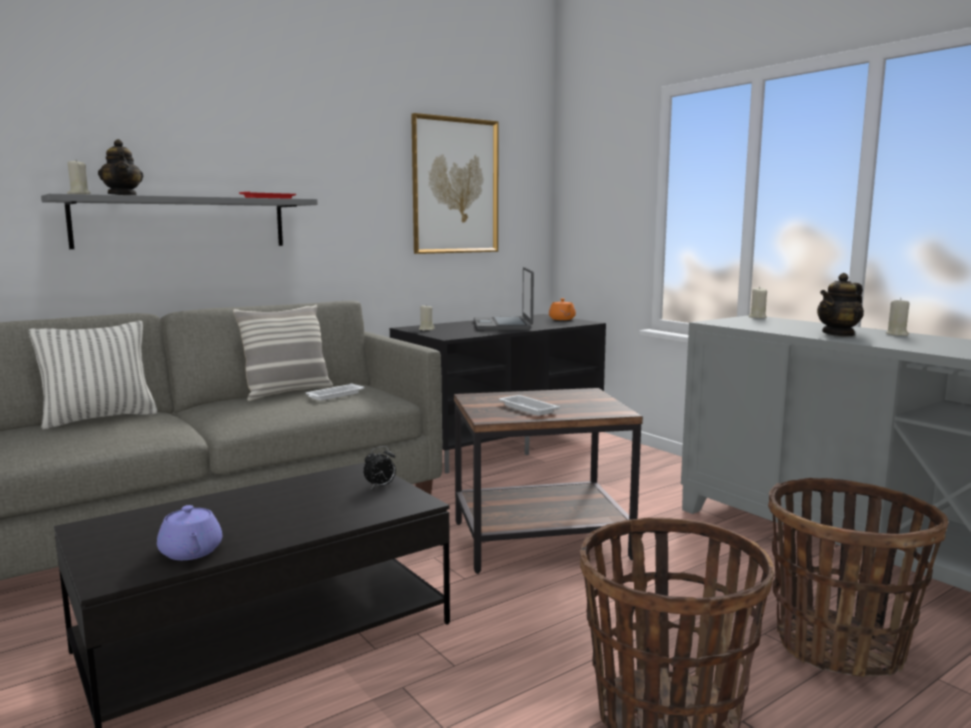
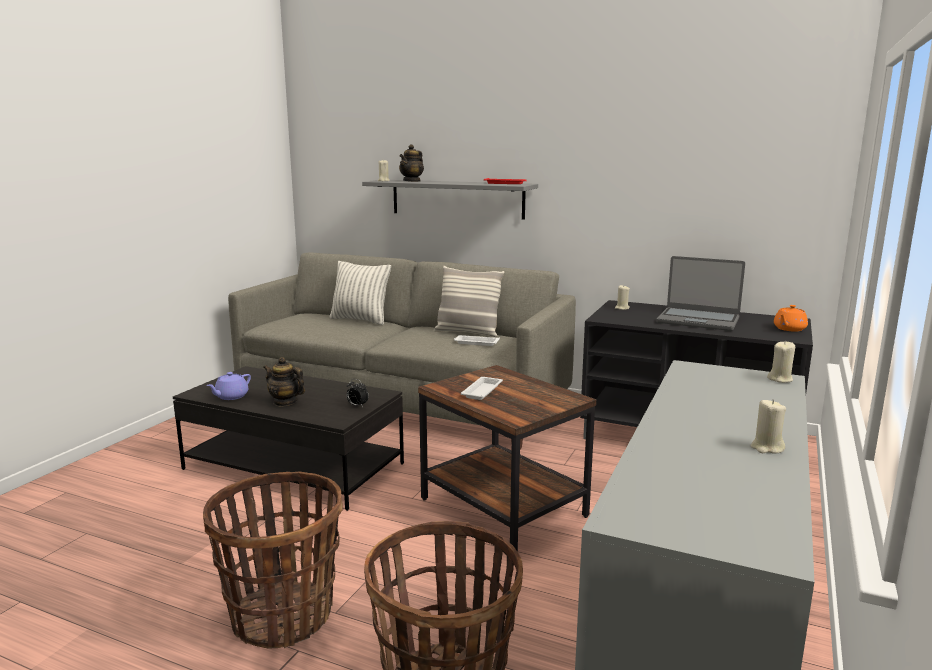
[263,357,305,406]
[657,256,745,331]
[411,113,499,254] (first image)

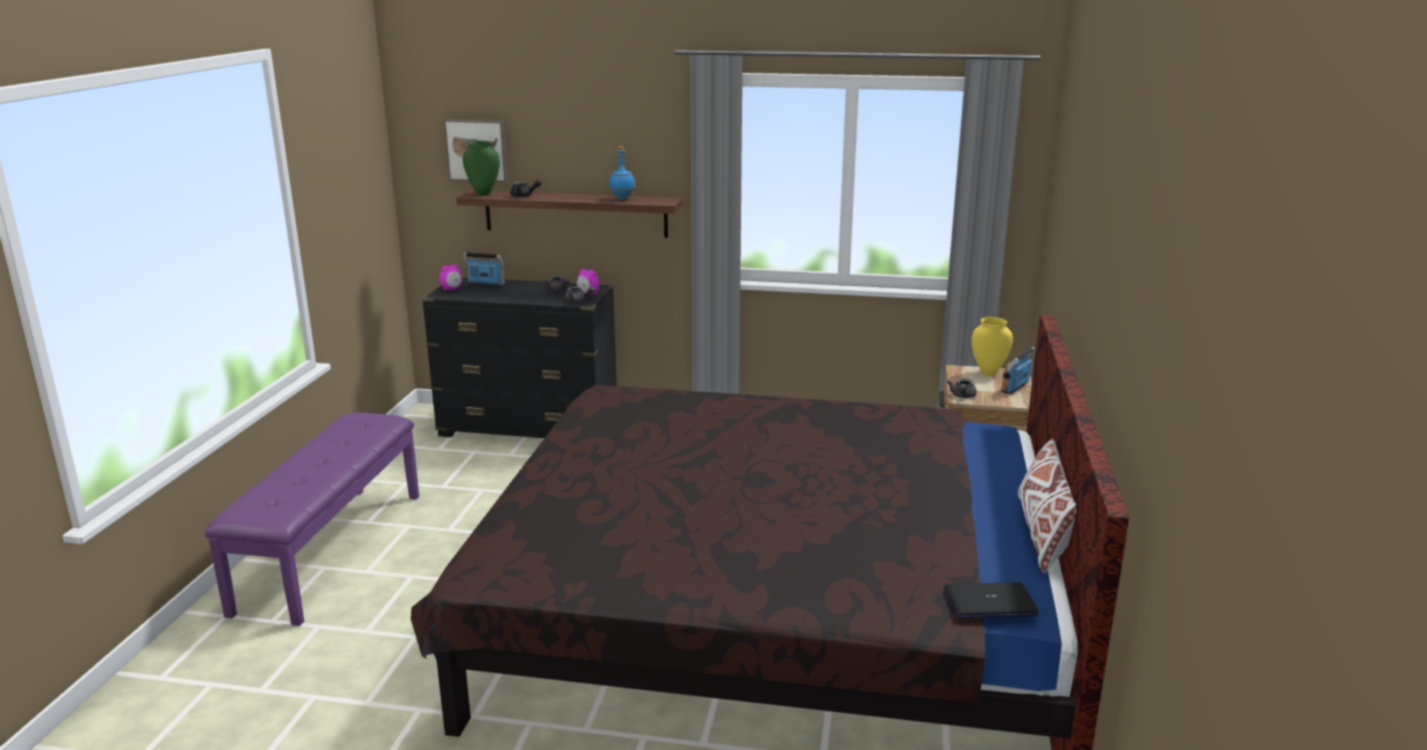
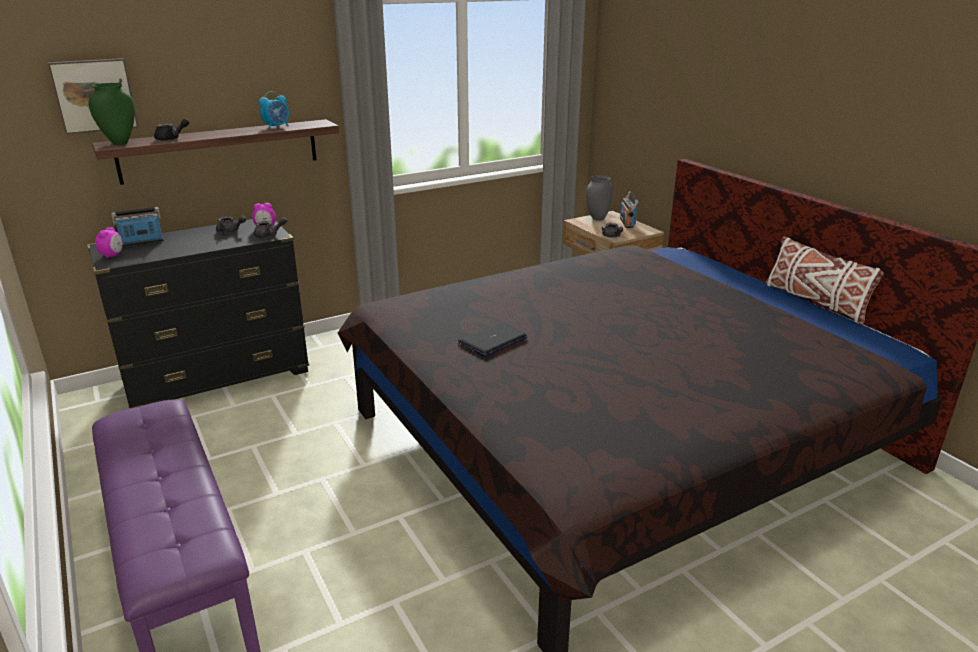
[259,91,289,129]
[458,323,527,357]
[586,175,613,221]

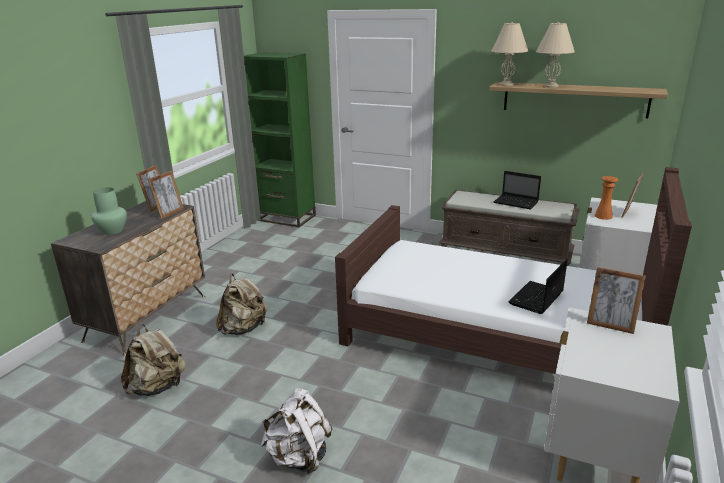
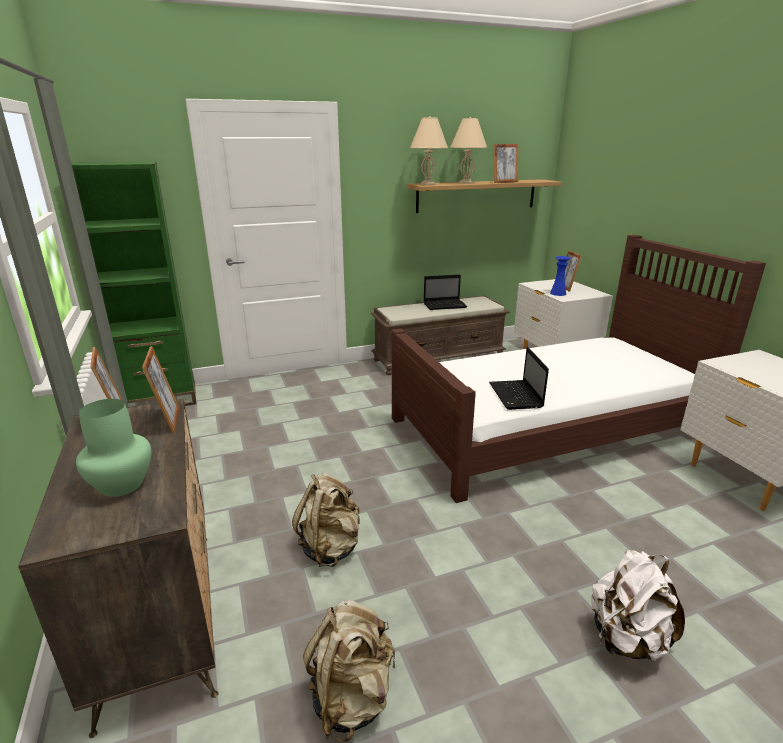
[489,347,549,410]
[494,144,518,183]
[550,256,570,296]

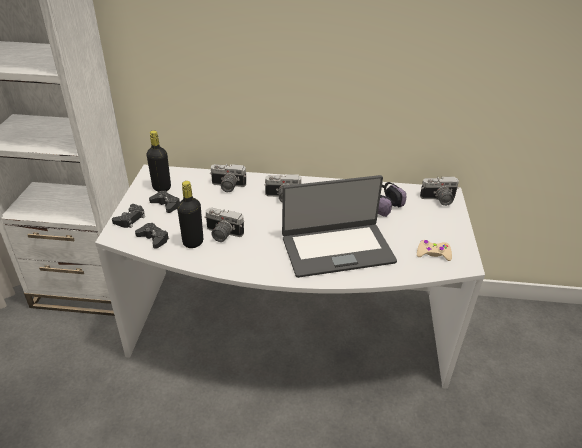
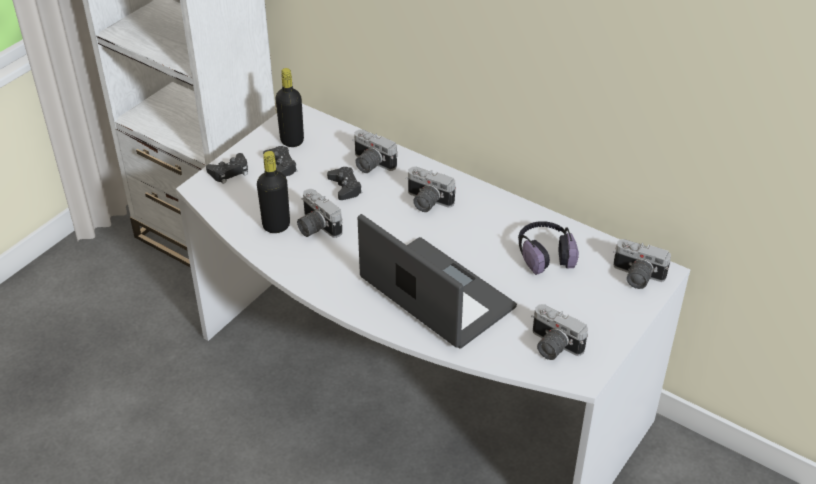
[327,167,362,200]
[358,214,517,349]
[531,304,588,360]

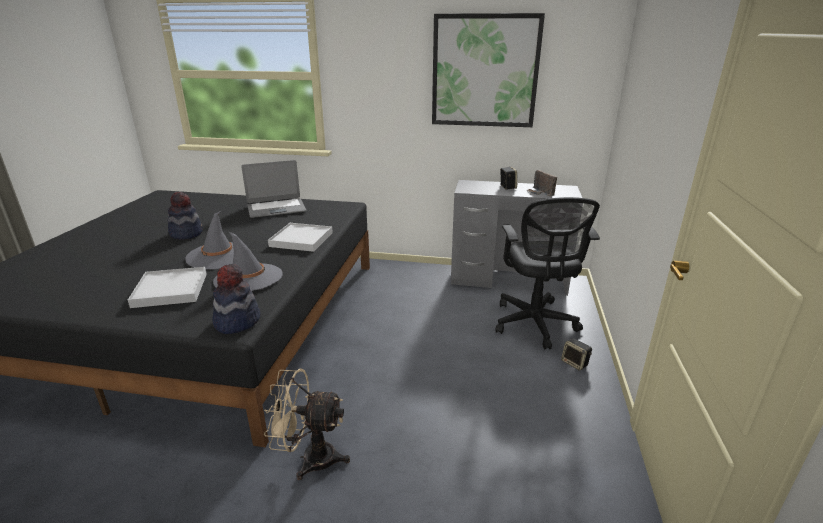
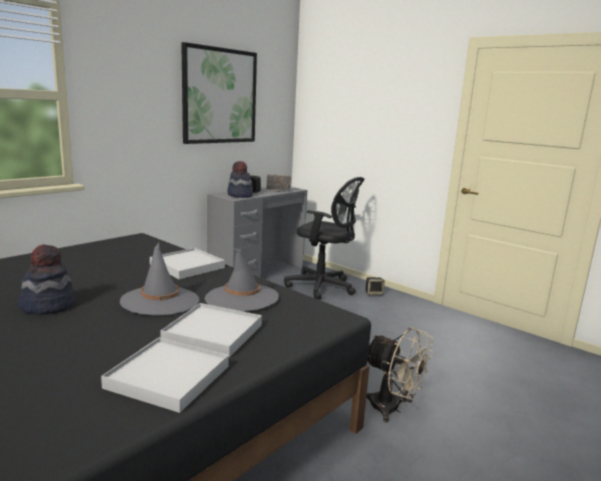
[101,337,229,413]
[227,161,253,198]
[366,327,433,423]
[241,160,306,218] (first image)

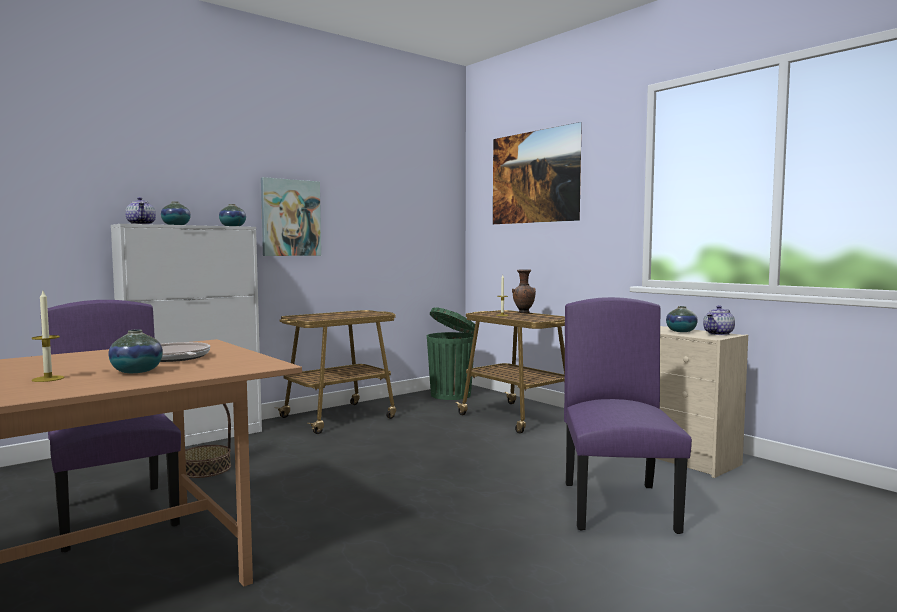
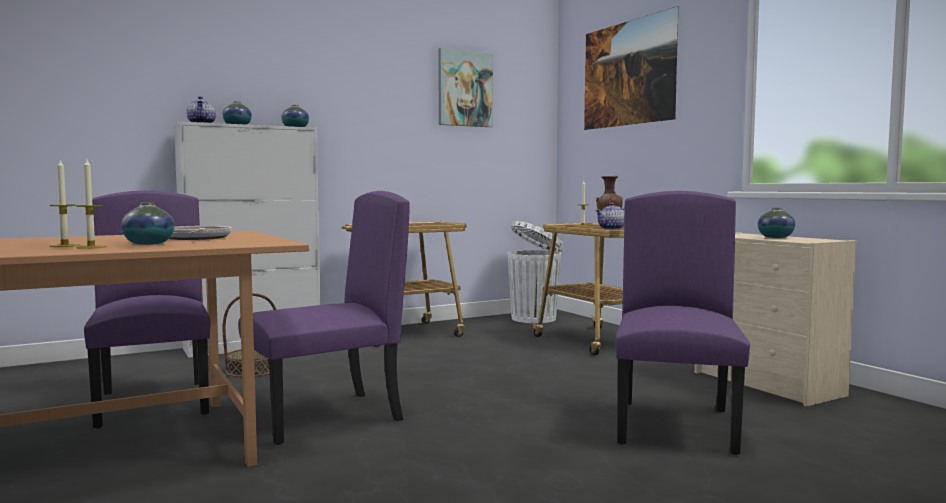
[76,159,107,249]
[238,191,410,445]
[438,48,493,127]
[507,221,564,323]
[595,203,625,230]

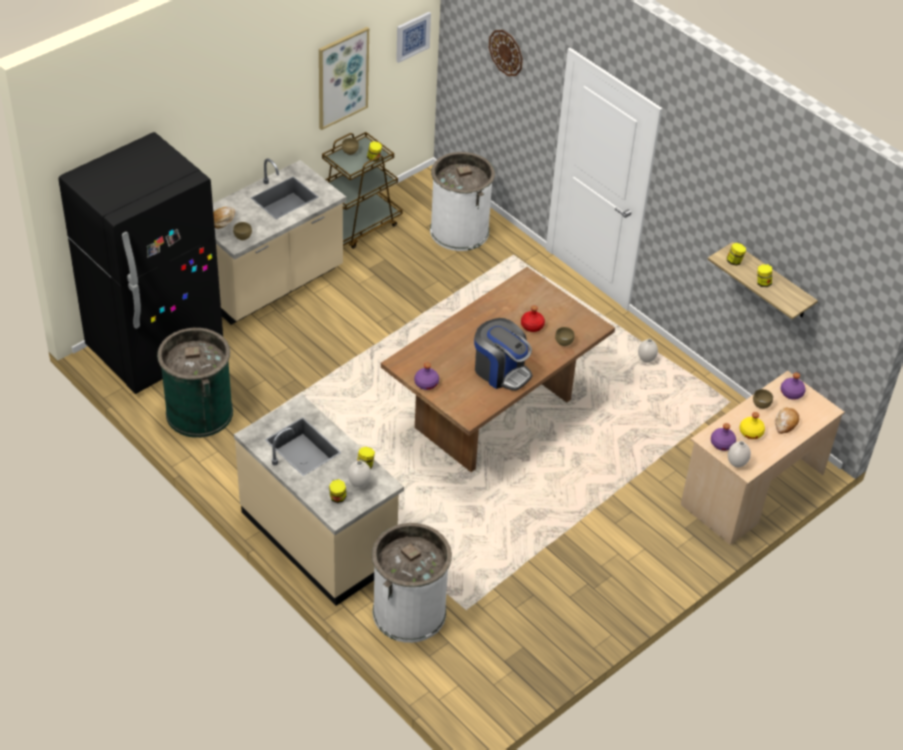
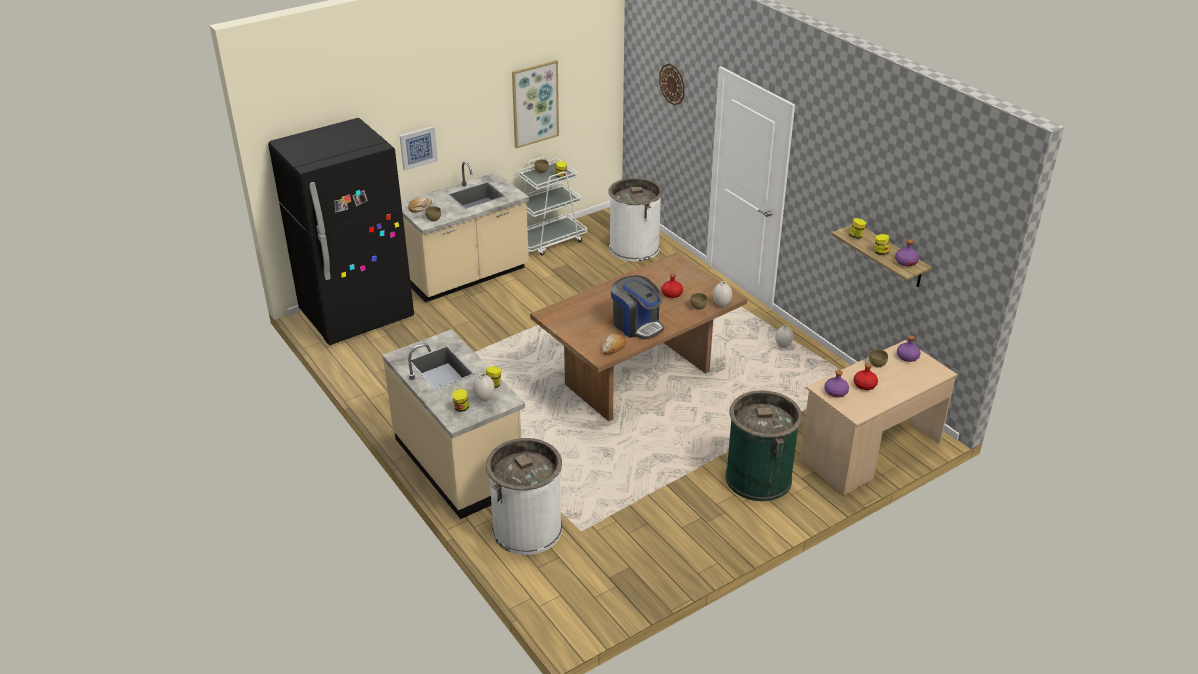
[399,126,438,170]
[517,157,587,256]
[602,333,626,355]
[713,281,732,307]
[725,390,802,501]
[854,363,878,390]
[895,239,919,266]

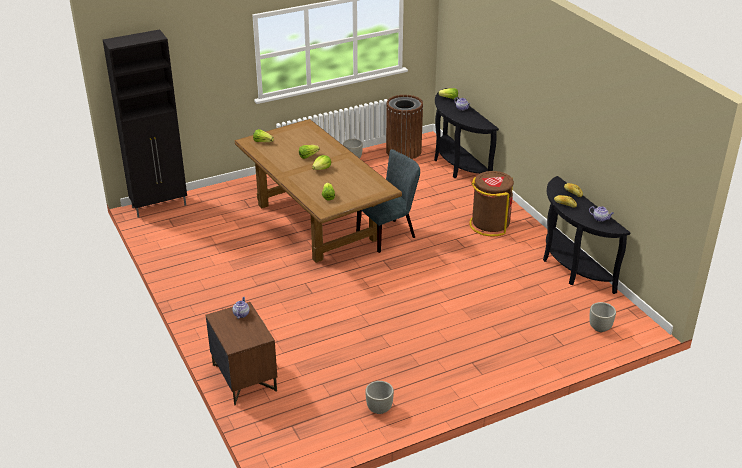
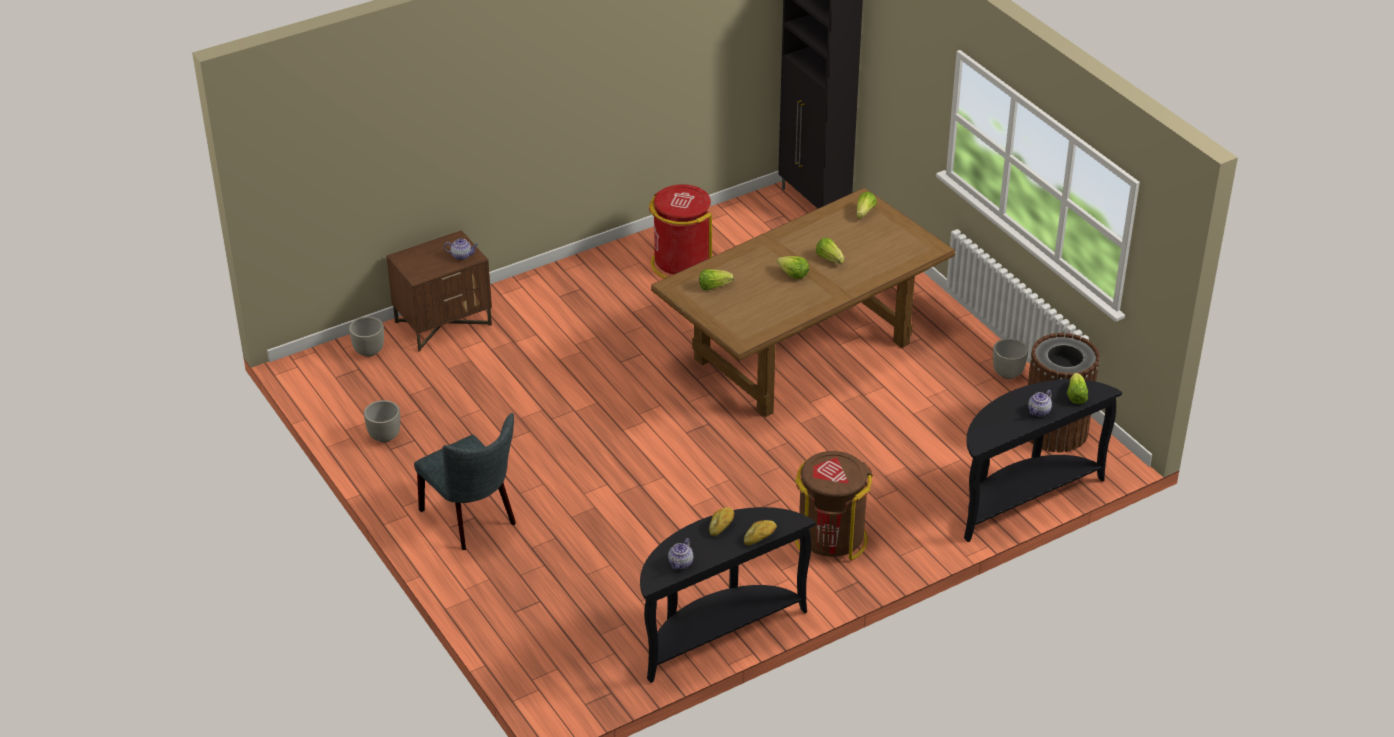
[349,317,384,357]
[414,413,516,550]
[649,184,712,279]

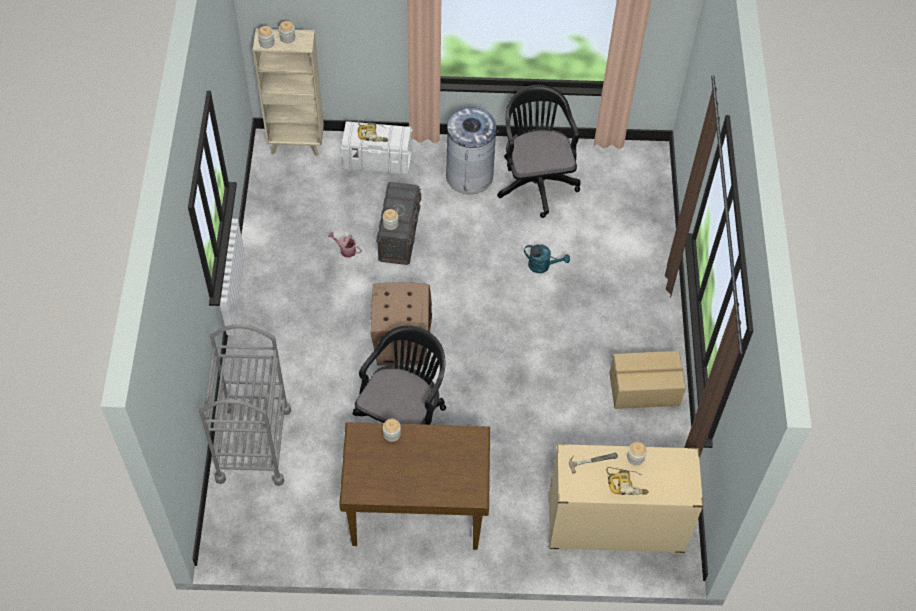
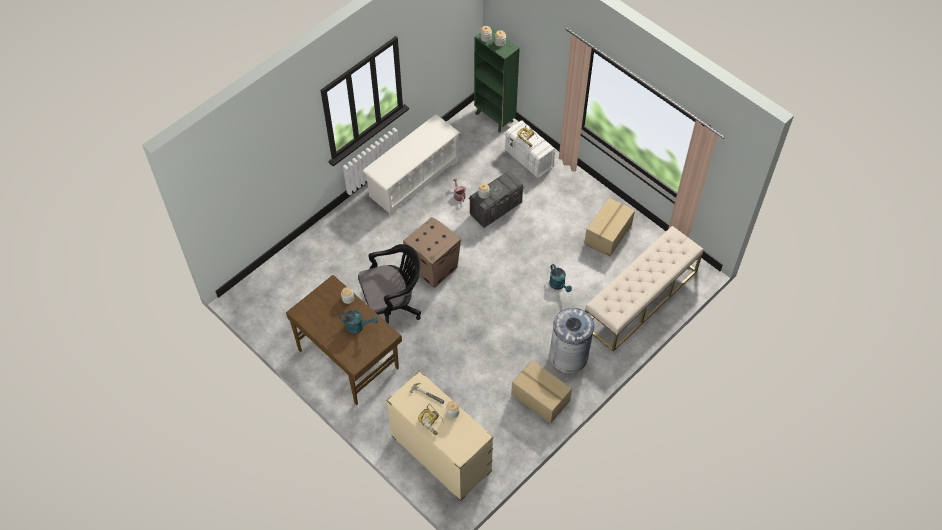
[339,310,378,334]
[363,114,460,216]
[474,27,520,132]
[549,308,594,373]
[584,198,635,256]
[585,226,704,352]
[199,324,291,486] (first image)

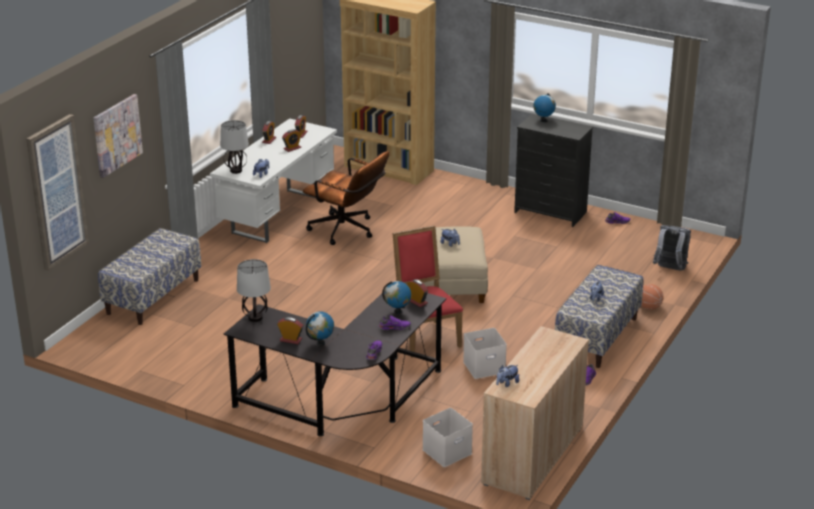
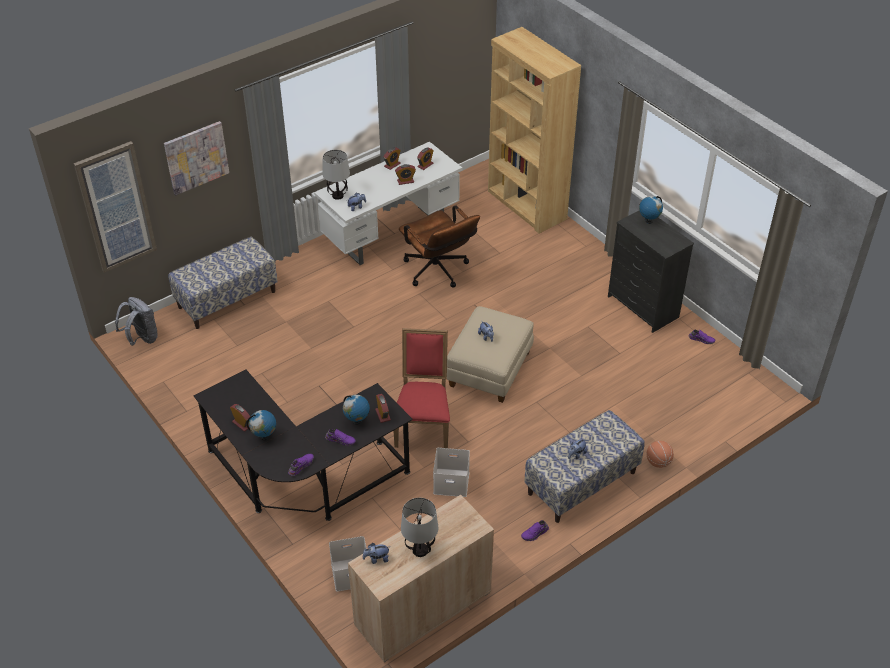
[115,297,158,346]
[401,498,438,557]

